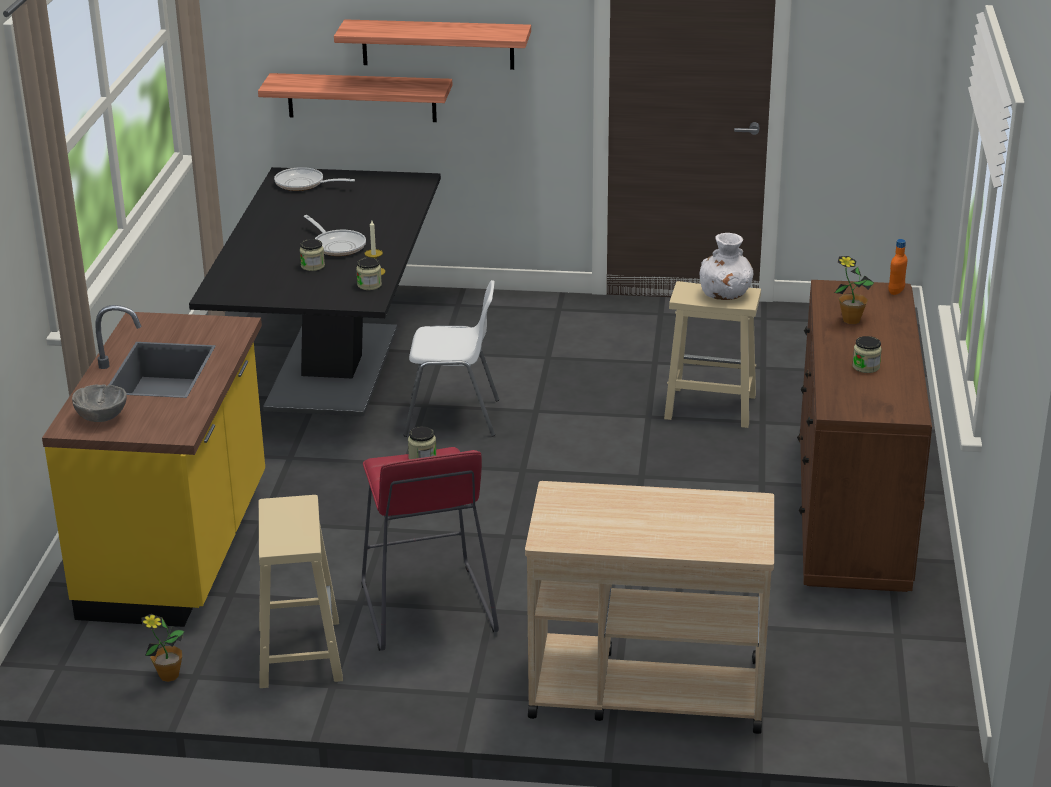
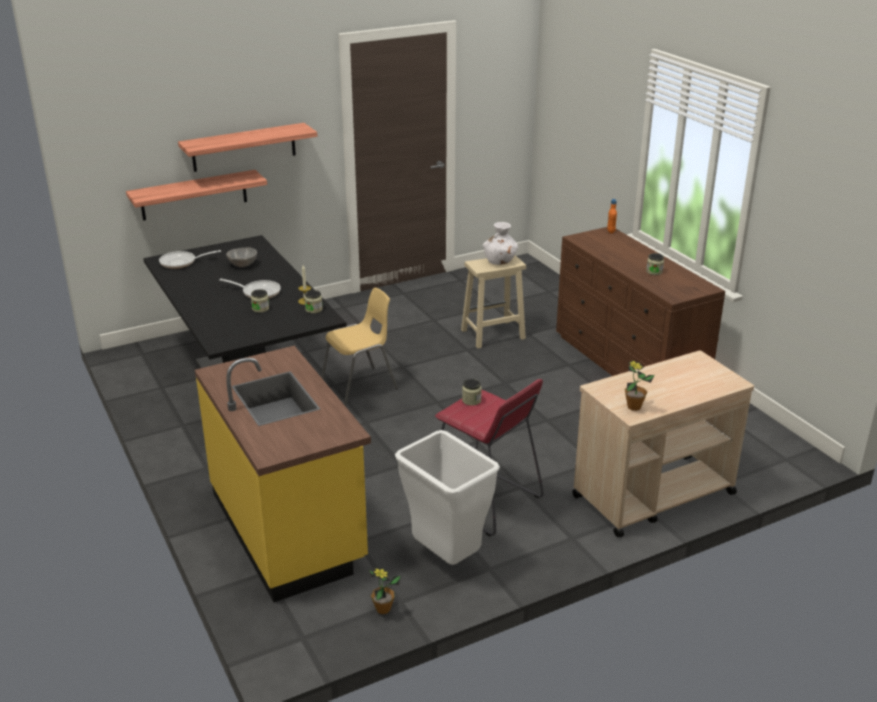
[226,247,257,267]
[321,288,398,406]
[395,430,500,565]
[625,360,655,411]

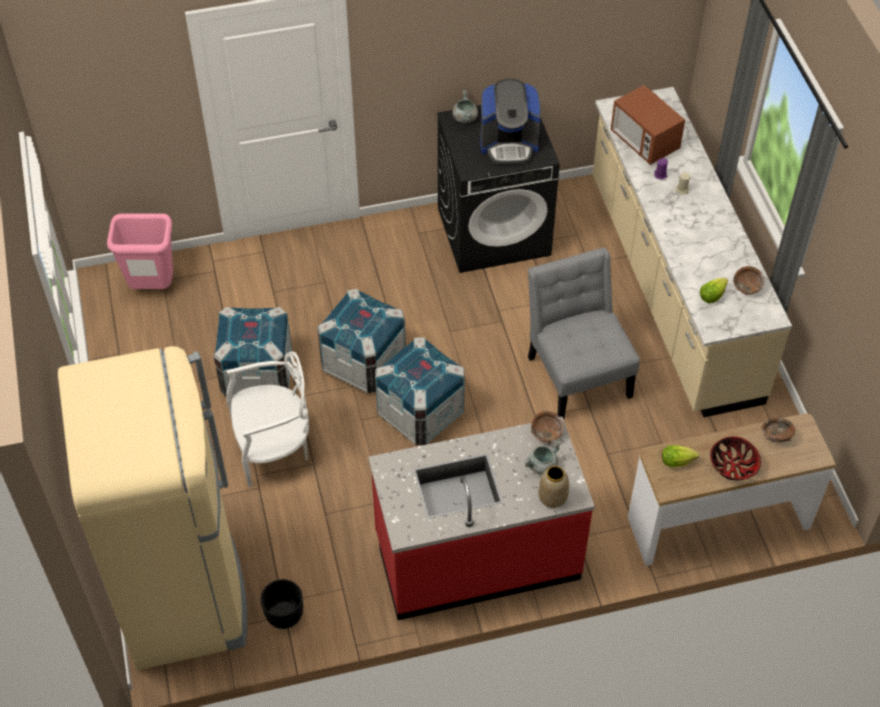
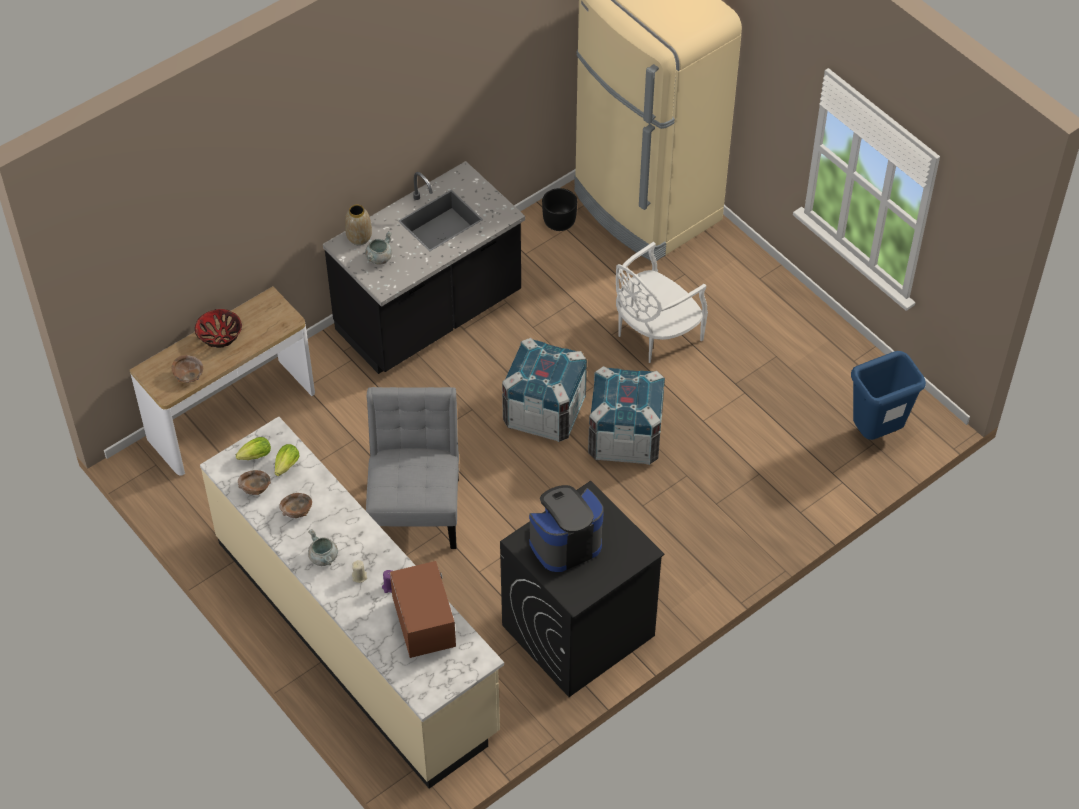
[236,437,271,460]
[279,493,312,518]
[308,529,338,566]
[323,161,525,374]
[366,387,459,549]
[390,561,456,658]
[851,351,926,440]
[213,307,292,398] (first image)

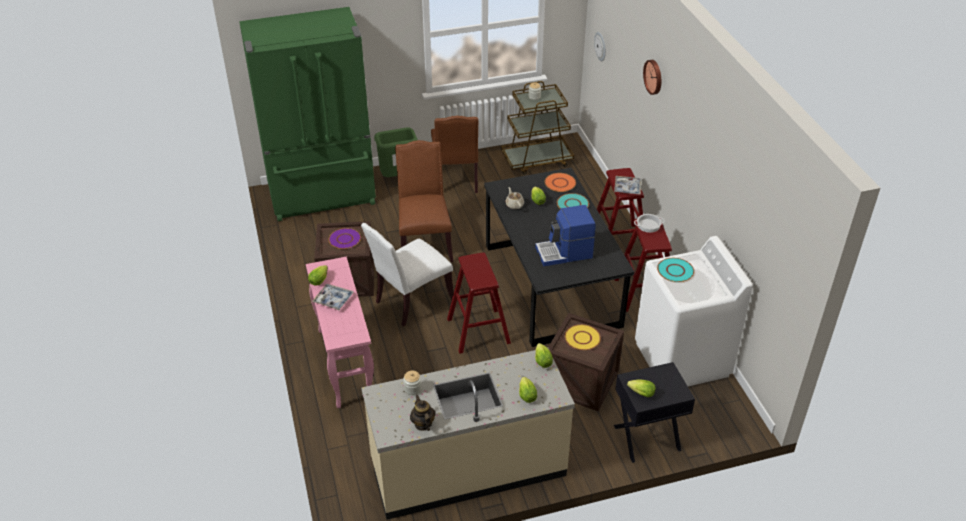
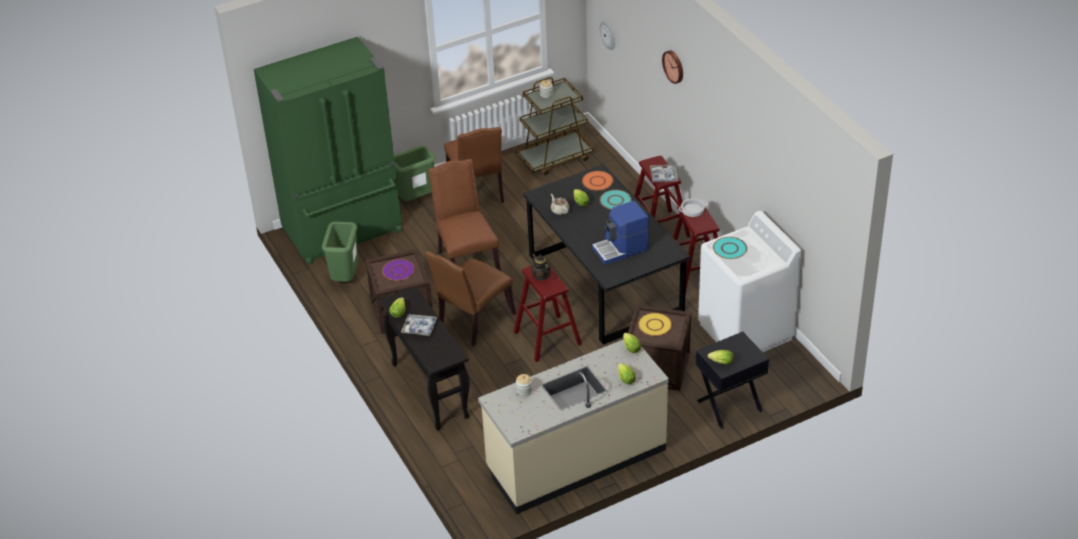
[322,222,358,282]
[380,286,469,431]
[425,251,516,347]
[531,253,551,281]

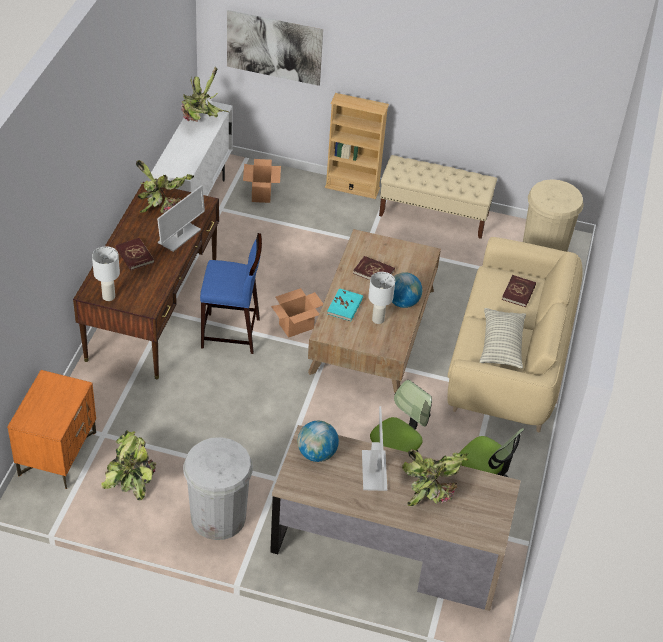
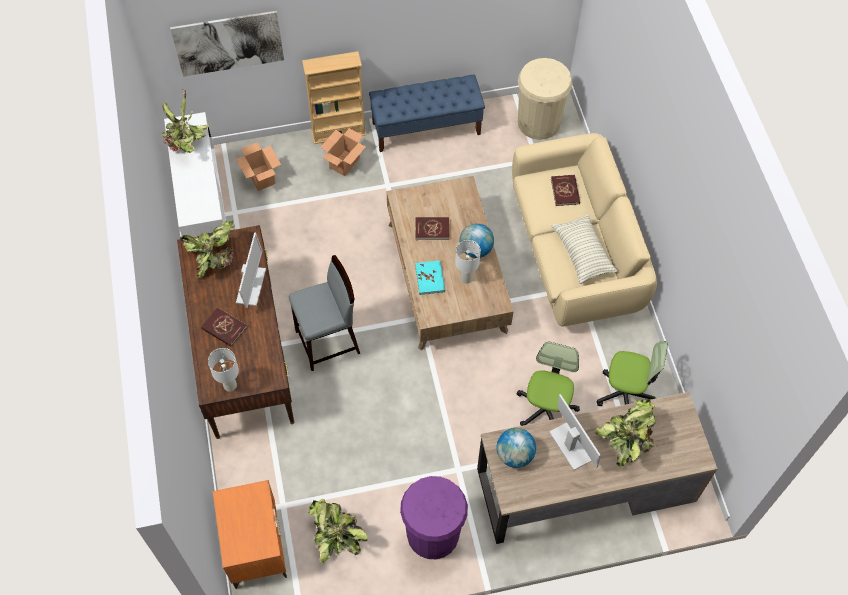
[289,255,360,371]
[320,128,366,176]
[369,75,485,152]
[400,476,468,559]

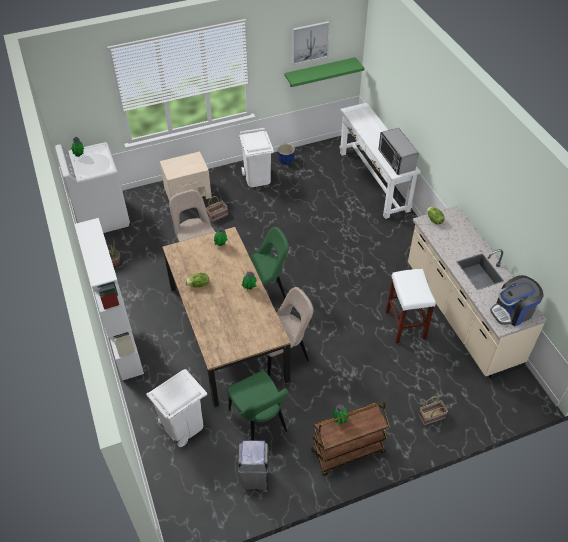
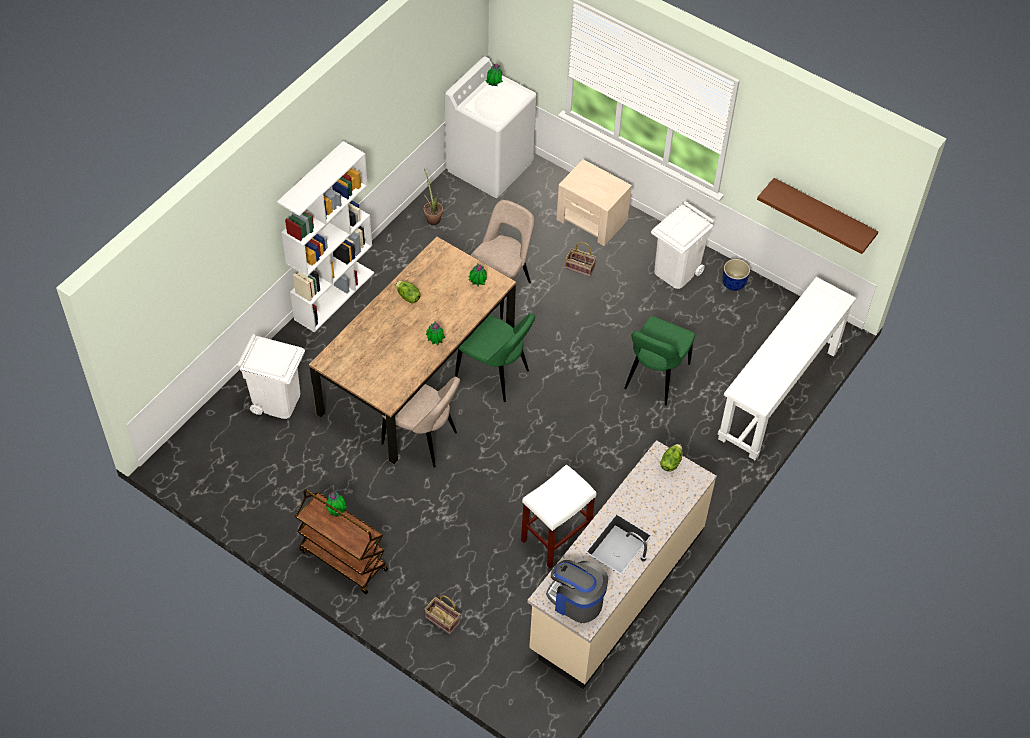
[624,316,695,405]
[757,178,878,254]
[238,441,269,492] (first image)
[292,21,330,65] (first image)
[378,128,419,175] (first image)

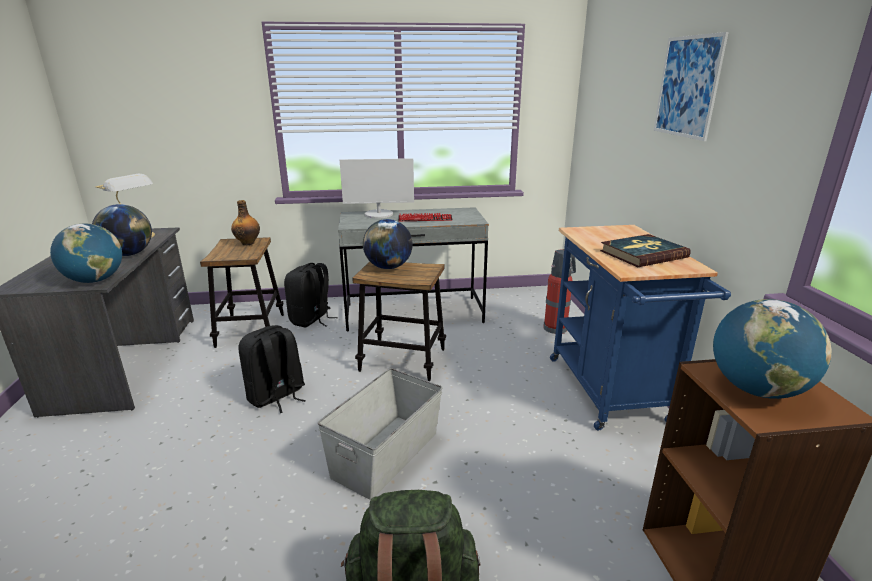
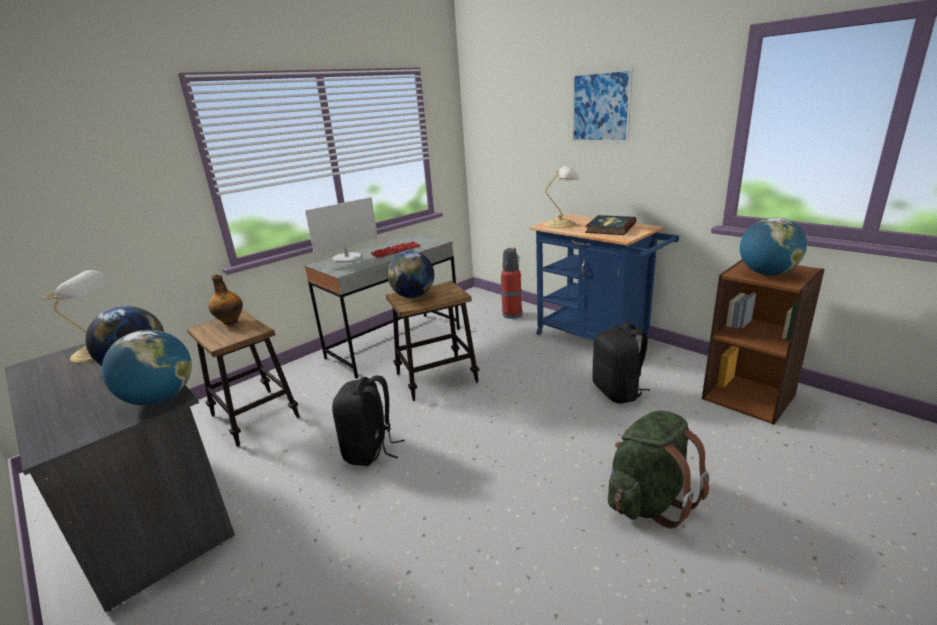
[545,166,580,228]
[592,322,650,404]
[318,368,442,500] (first image)

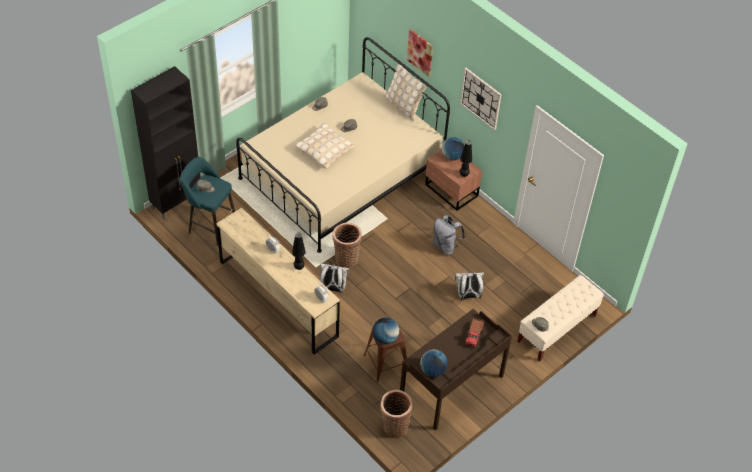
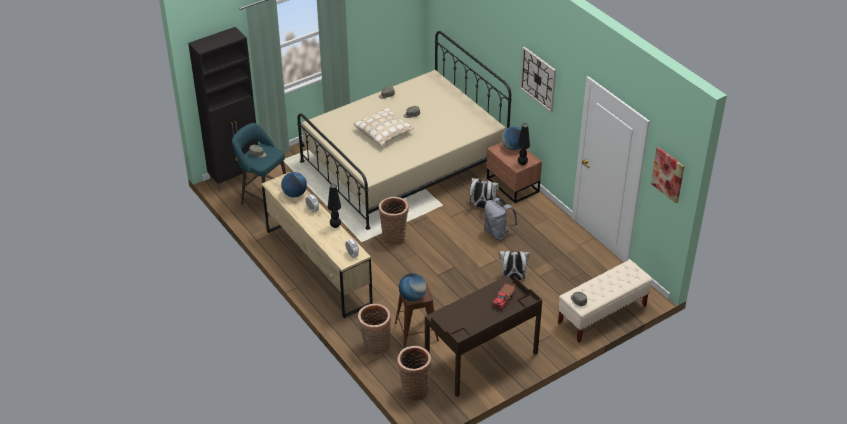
[281,172,307,197]
[358,304,391,355]
[470,178,499,208]
[651,147,685,203]
[385,63,426,121] (first image)

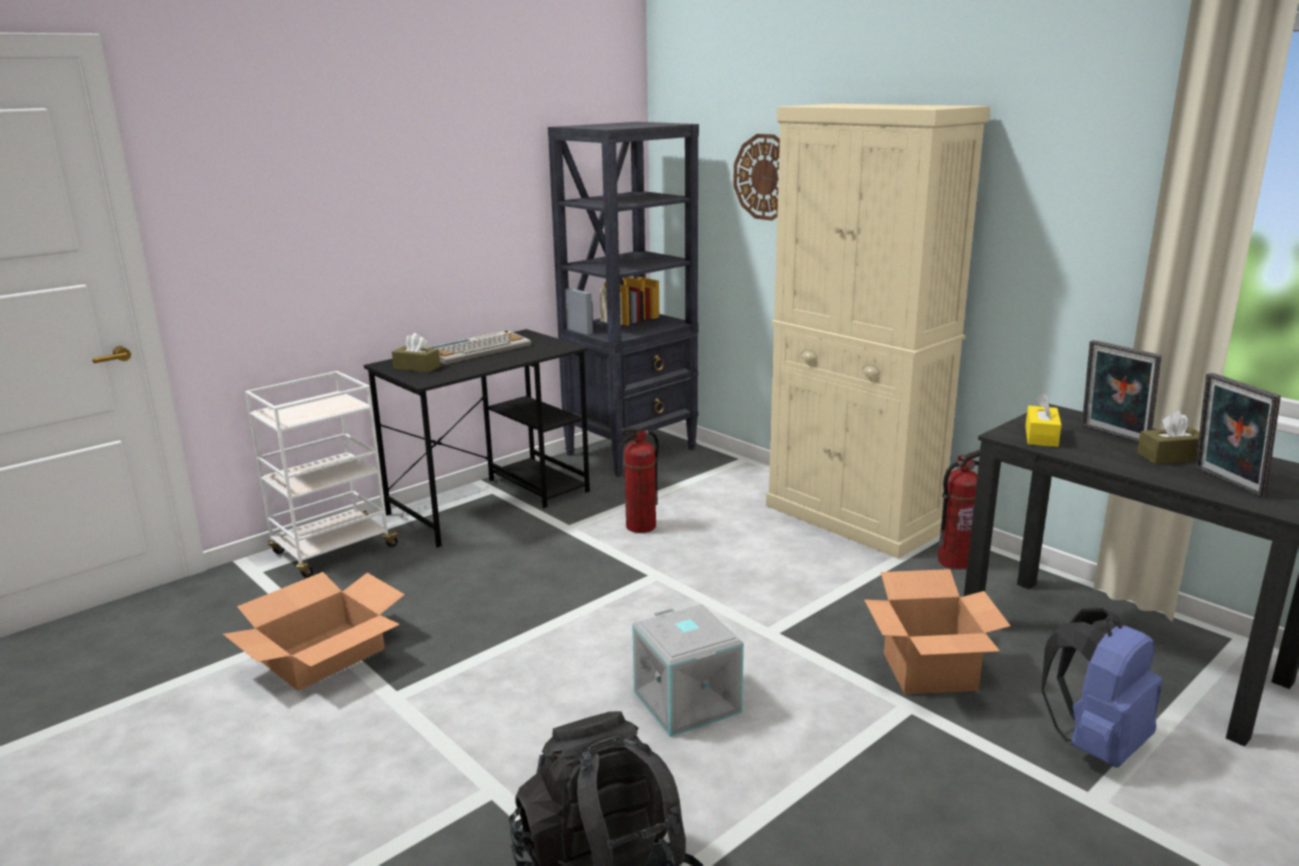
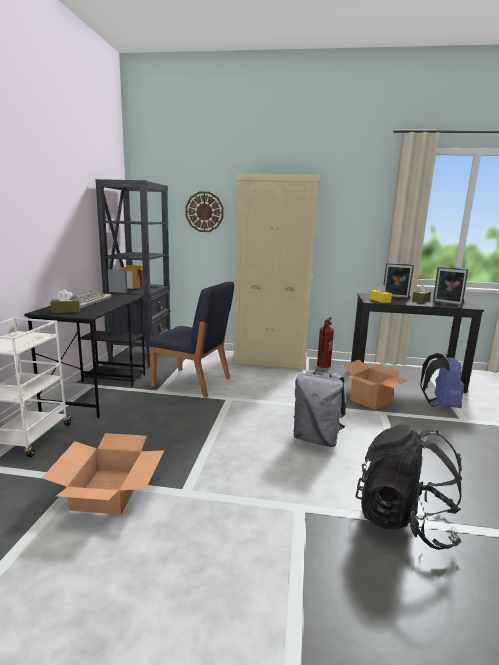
[149,282,234,398]
[293,369,346,447]

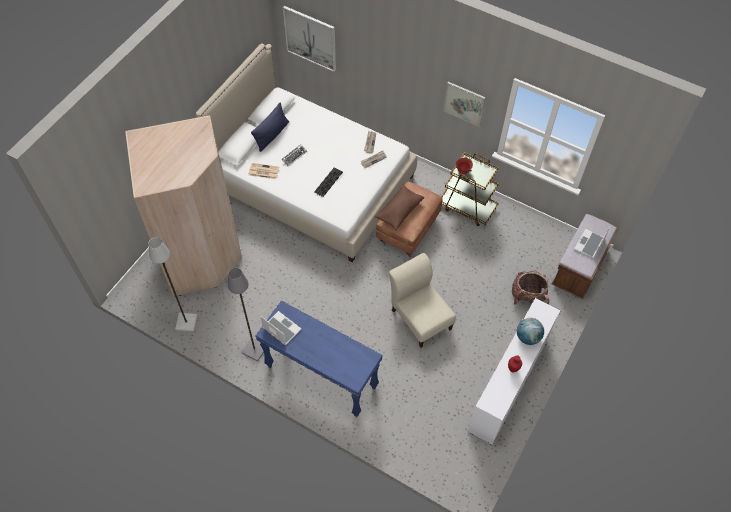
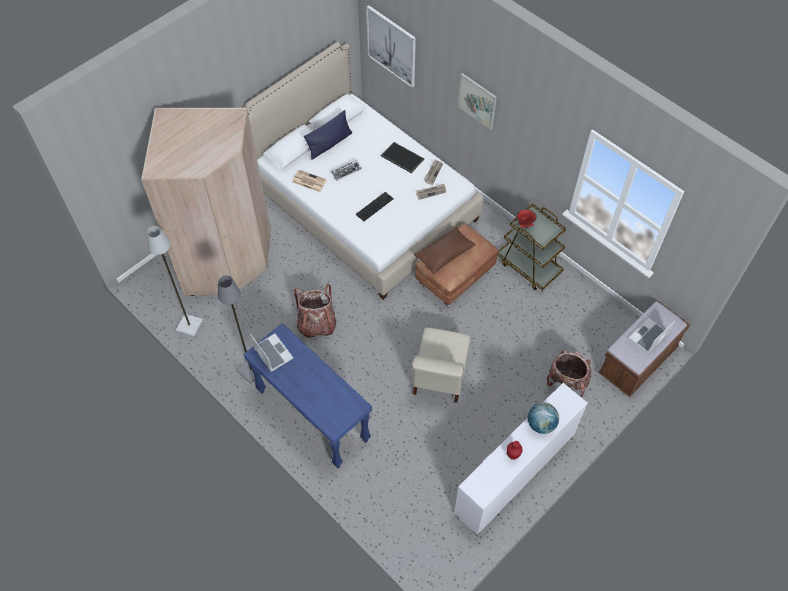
[294,284,336,338]
[381,142,424,173]
[412,328,471,403]
[458,73,497,130]

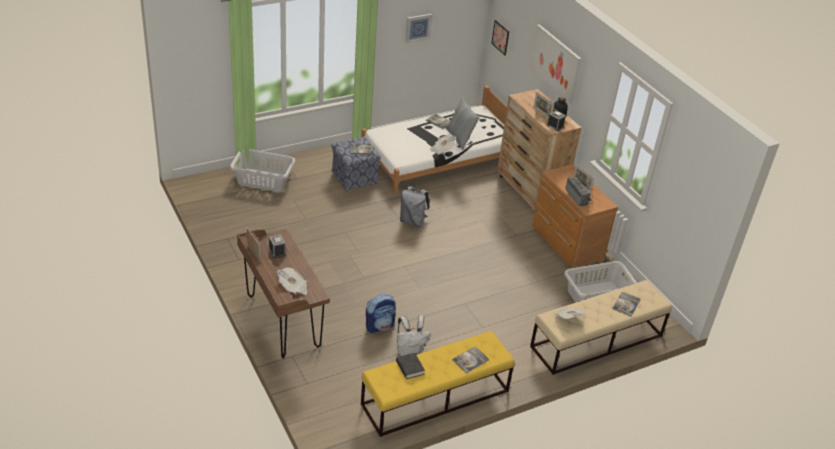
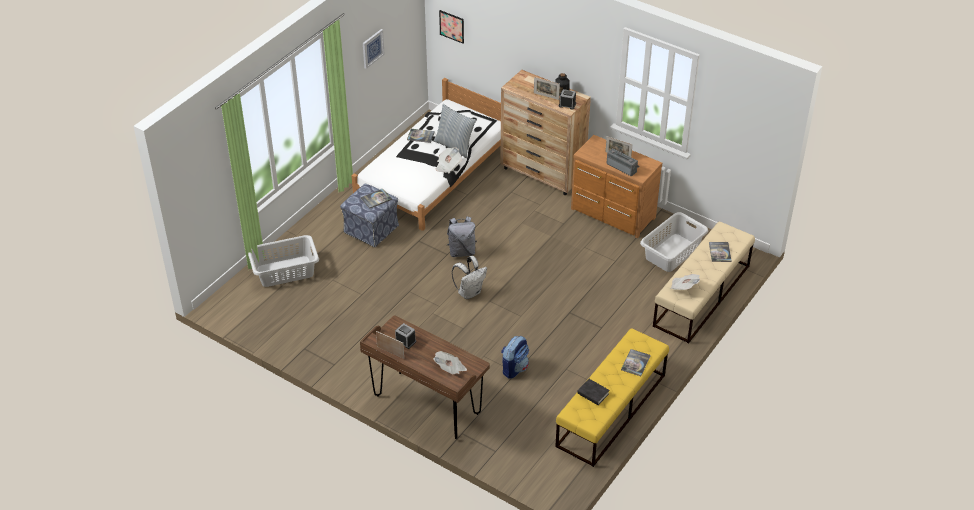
[452,256,487,299]
[530,24,581,103] (first image)

